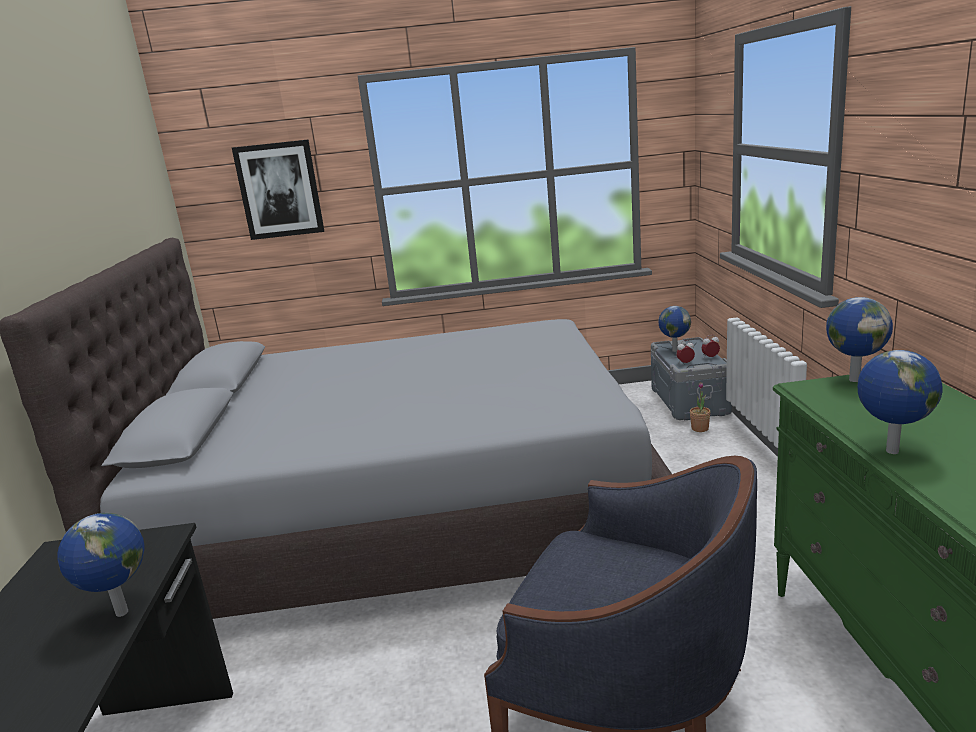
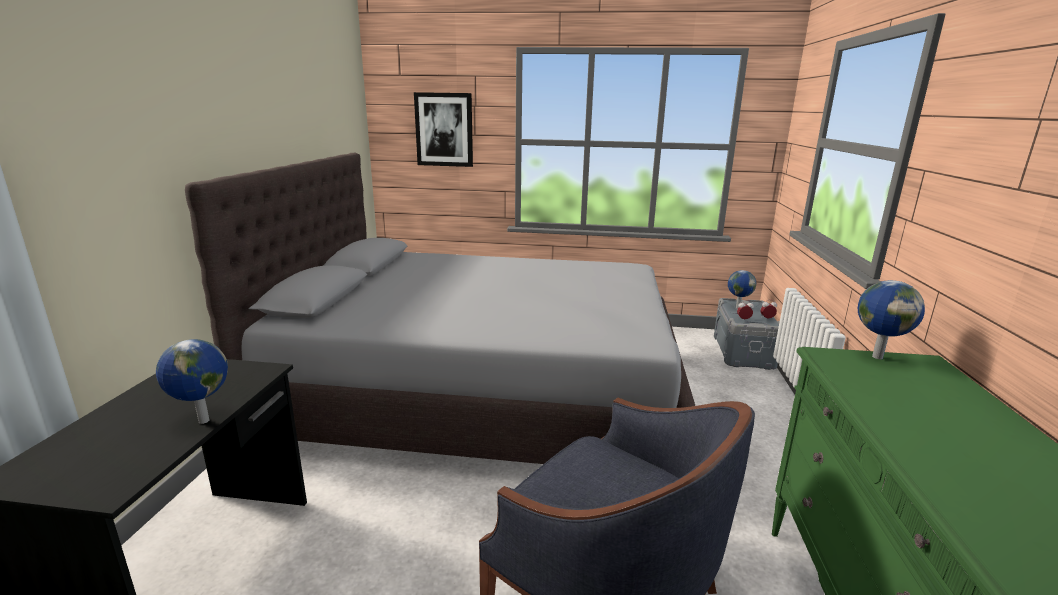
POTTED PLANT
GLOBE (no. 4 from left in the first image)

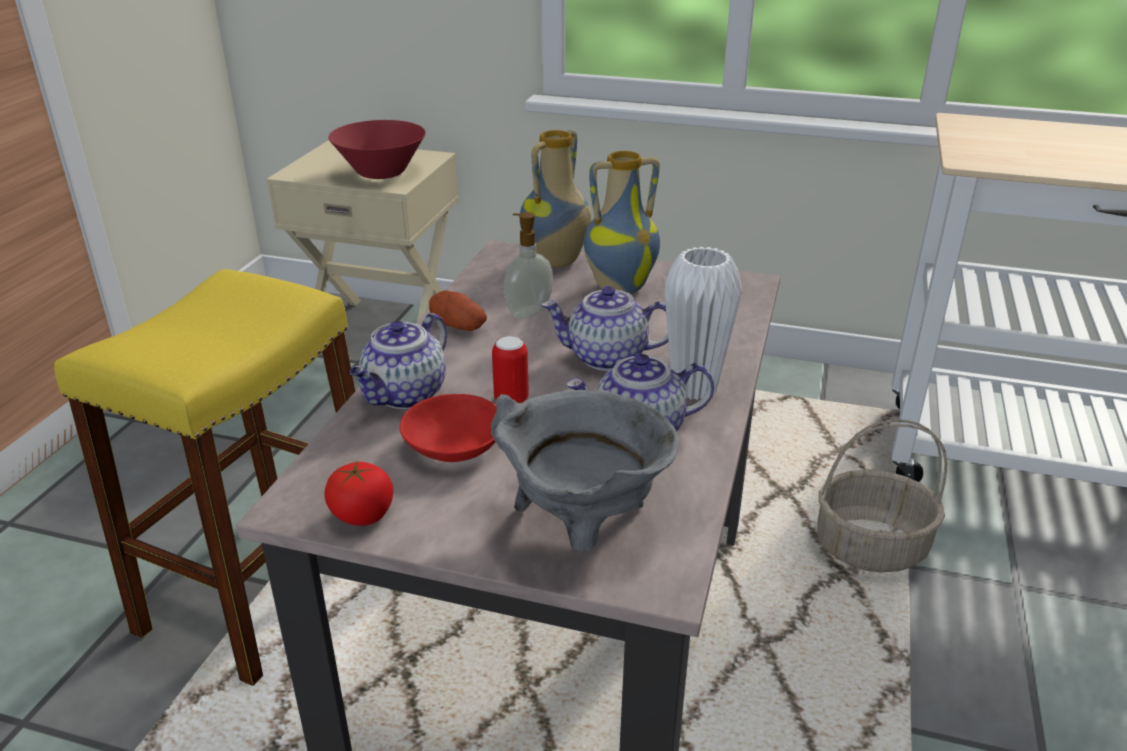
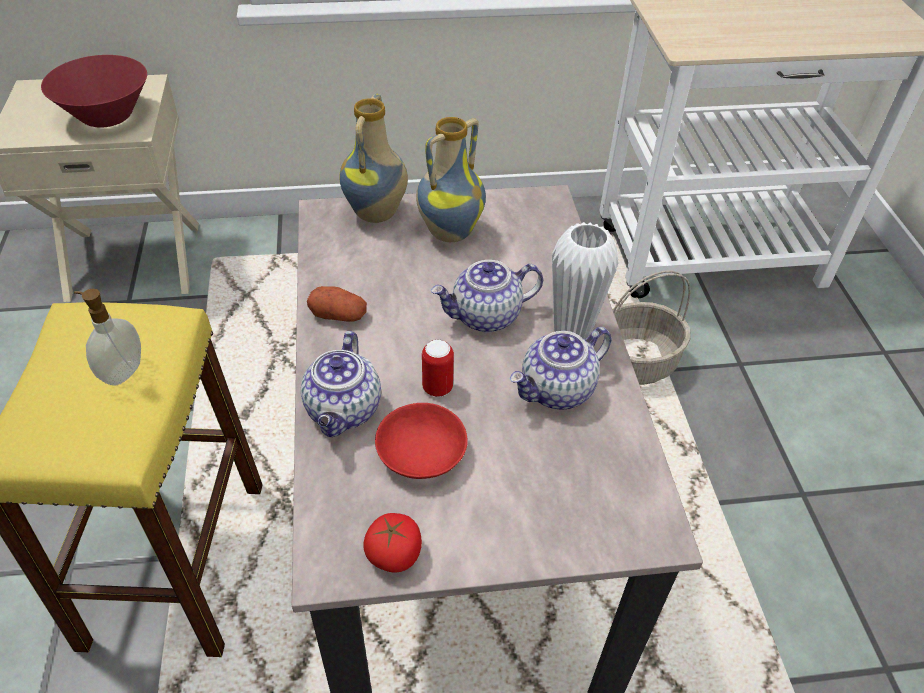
GREY COOKING POT
SOAP DISPENSER

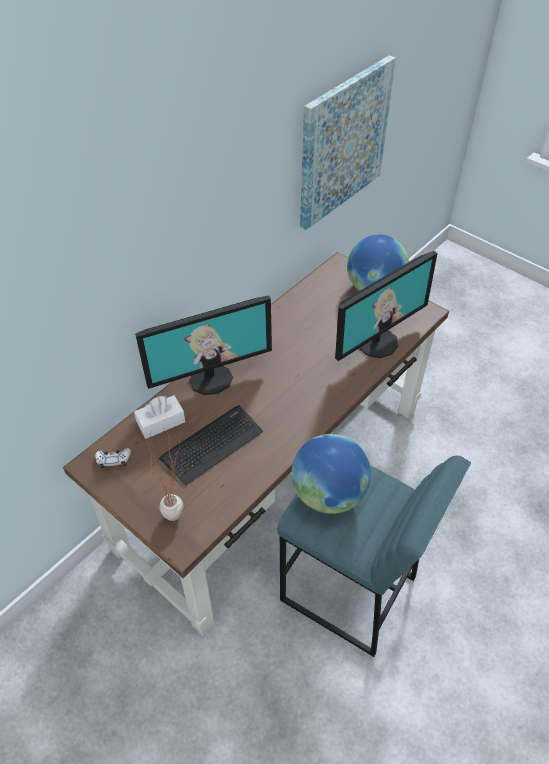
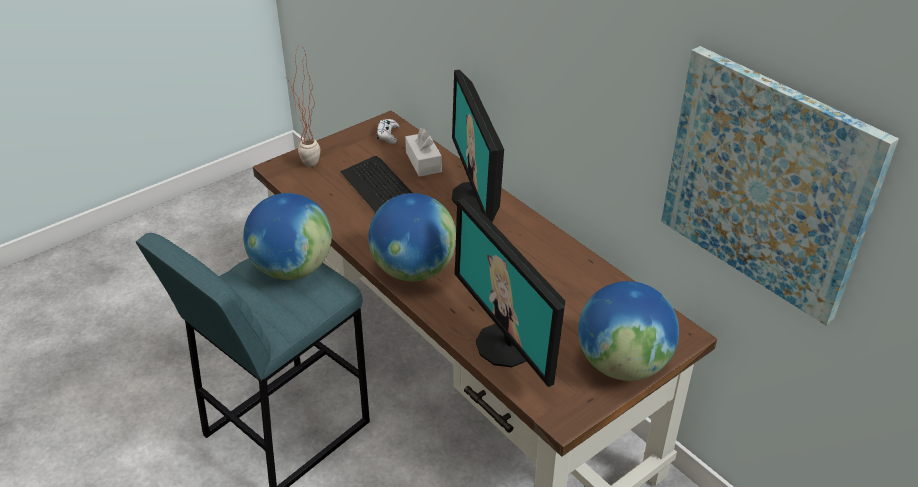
GLOBE (no. 2 from left)

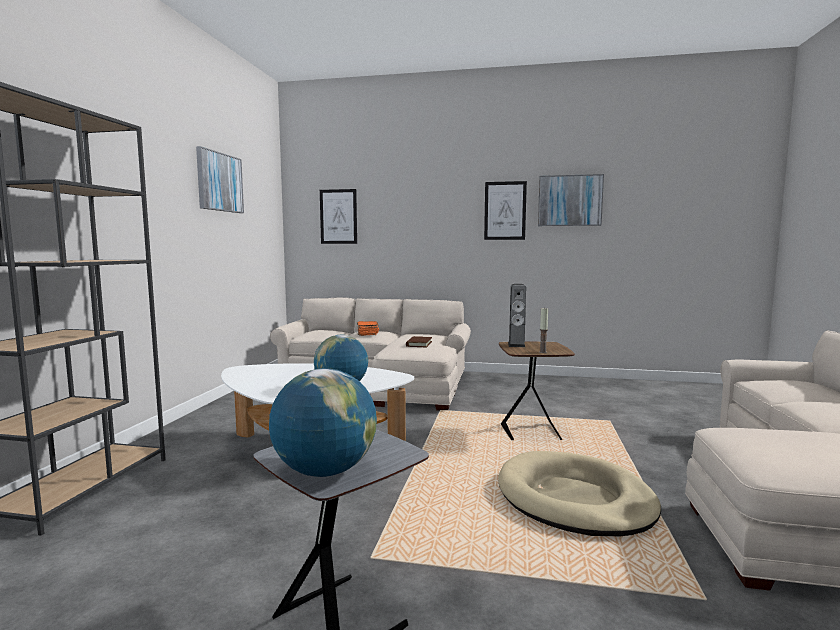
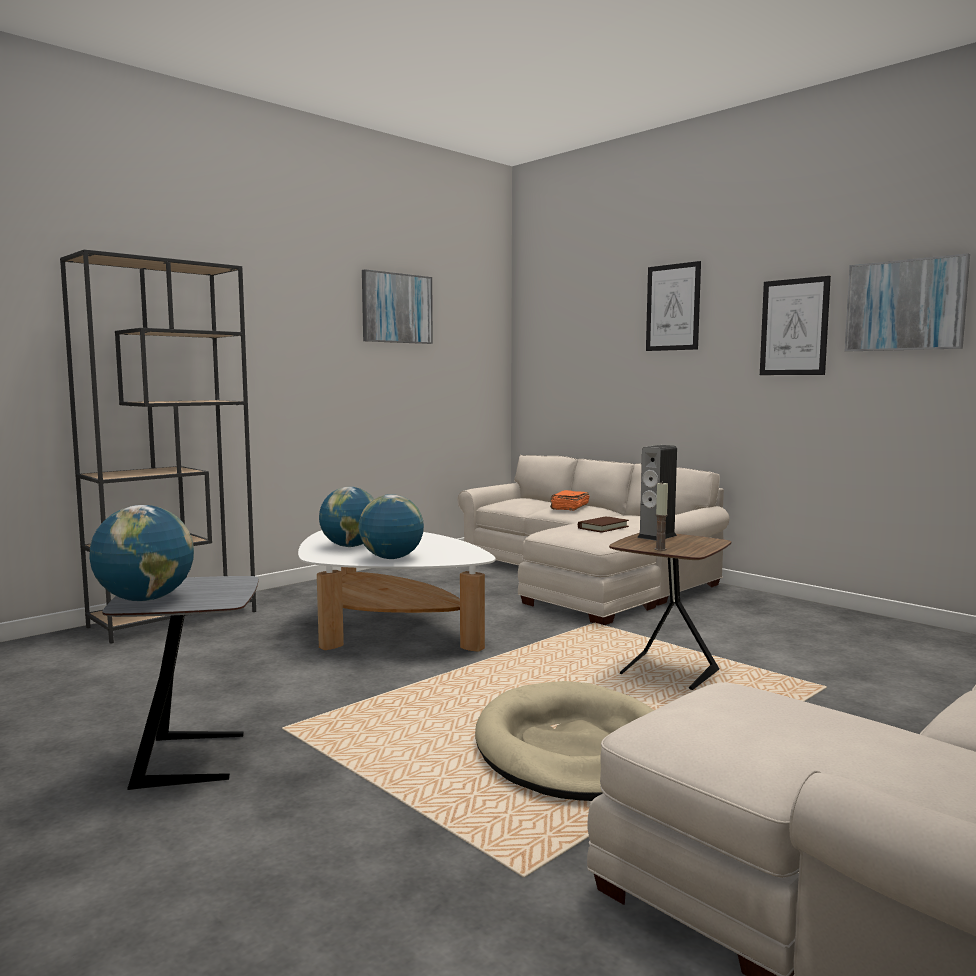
PICTURE (no. 2 from left)
GLOBE (no. 2 from left)

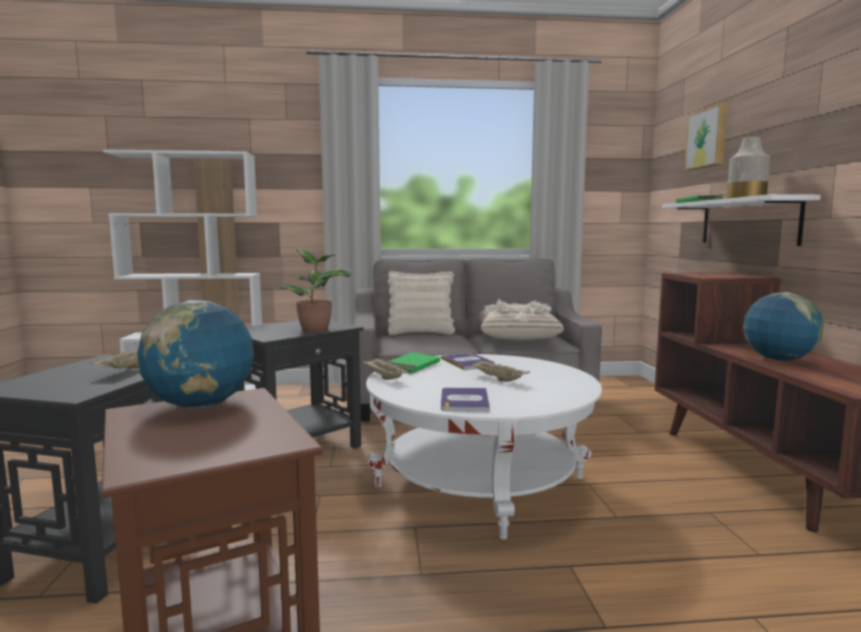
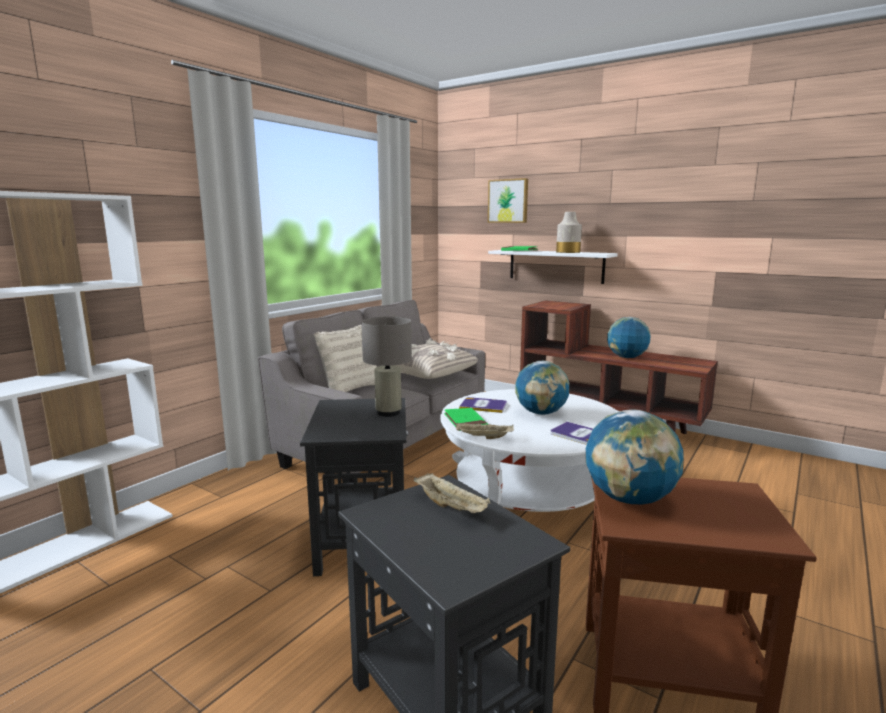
GREY TABLE LAMP
GLOBE (no. 1 from left)

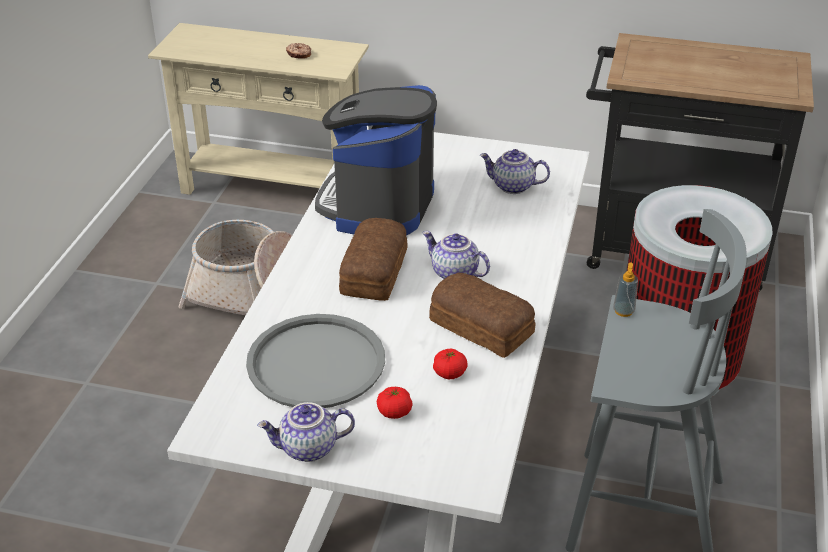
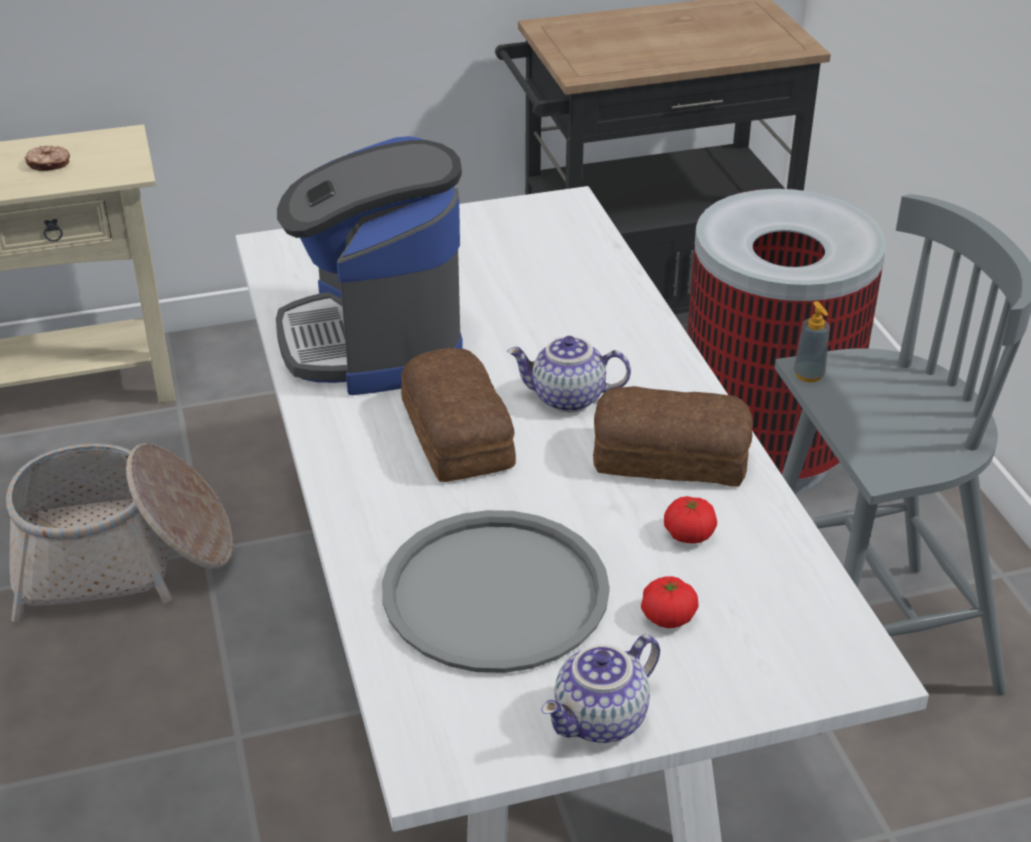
TEAPOT (no. 3 from left in the first image)

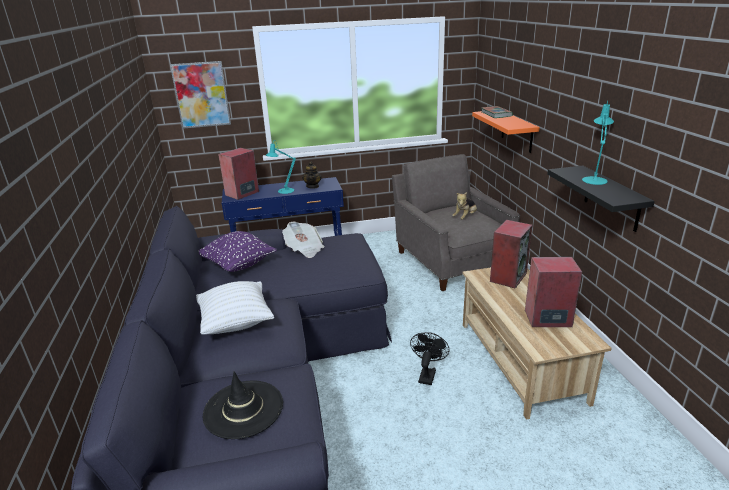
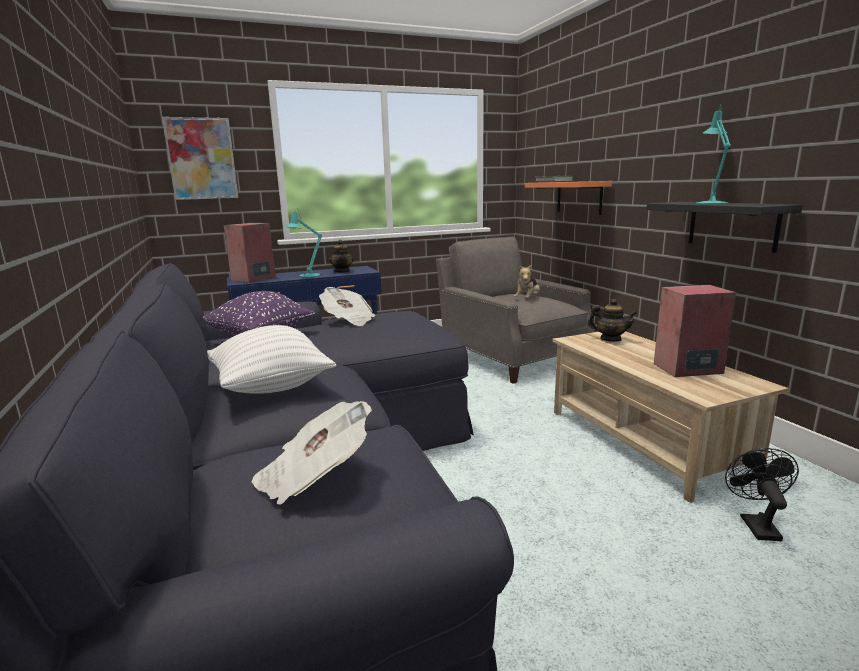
NEWSPAPER (no. 1 from left)
BLACK FAN
TEAPOT (no. 2 from left)

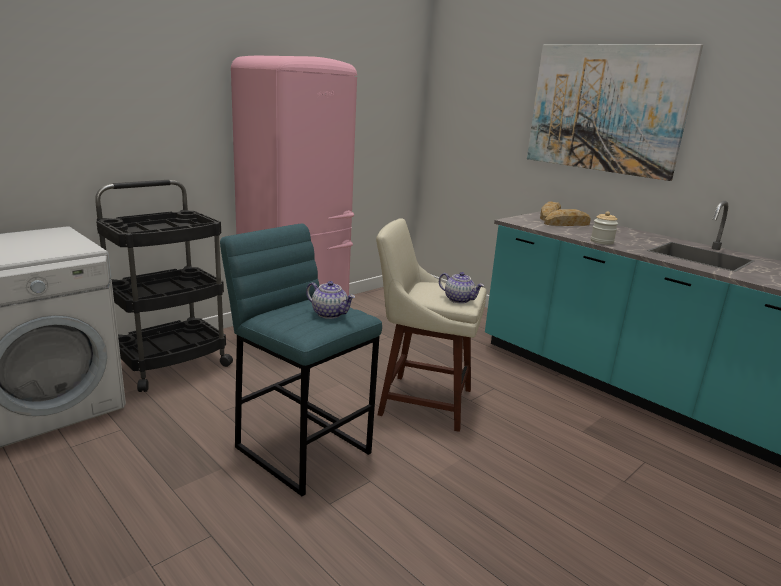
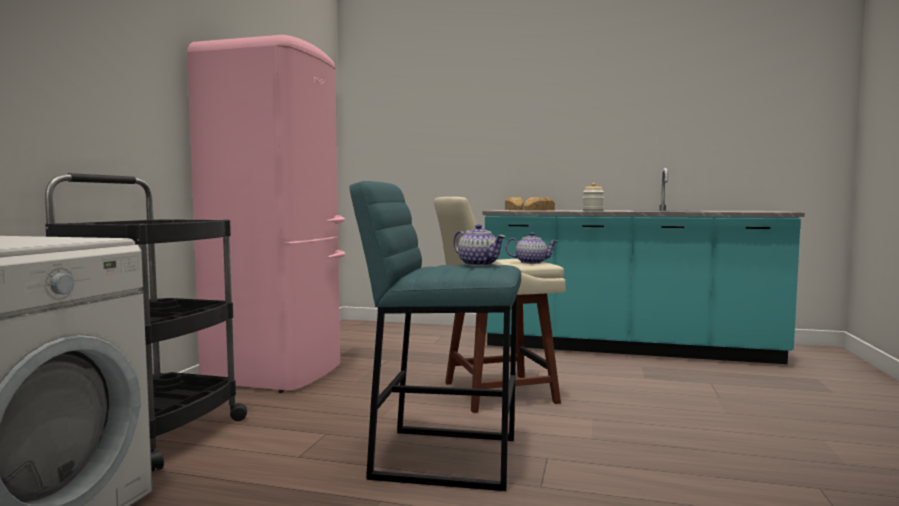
TEAPOT (no. 1 from left)
PICTURE

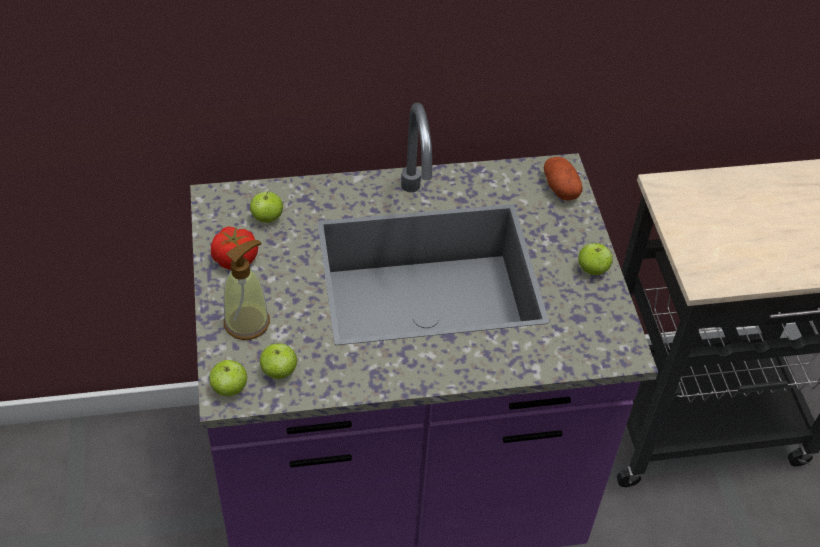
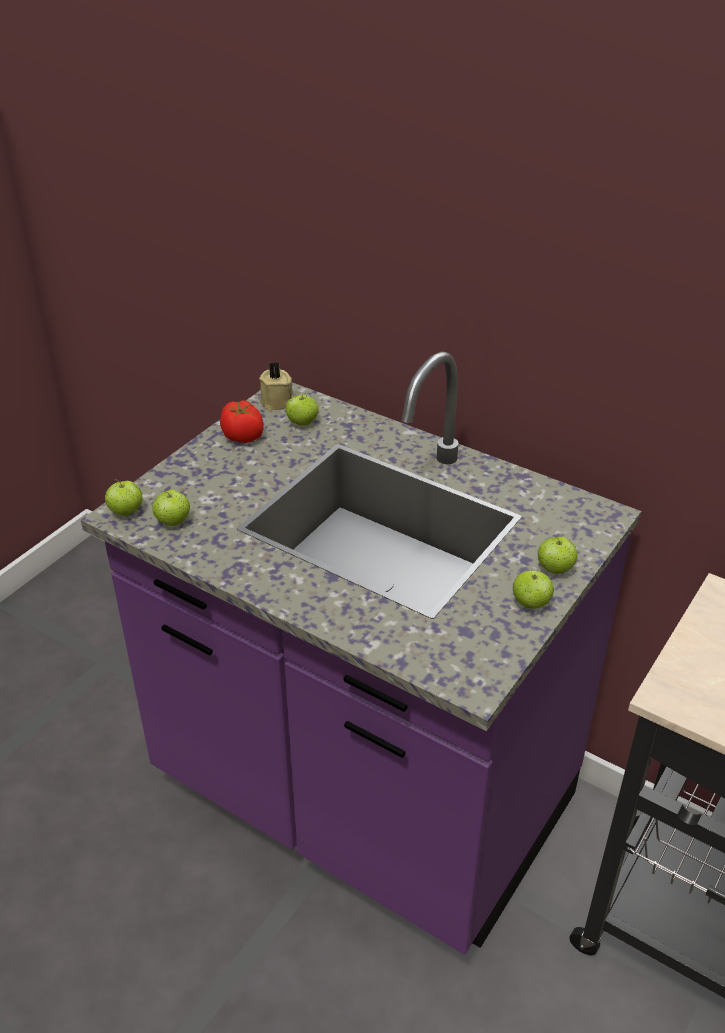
SOAP DISPENSER
POTATO
BEIGE CANDLE
APPLE (no. 5 from left)

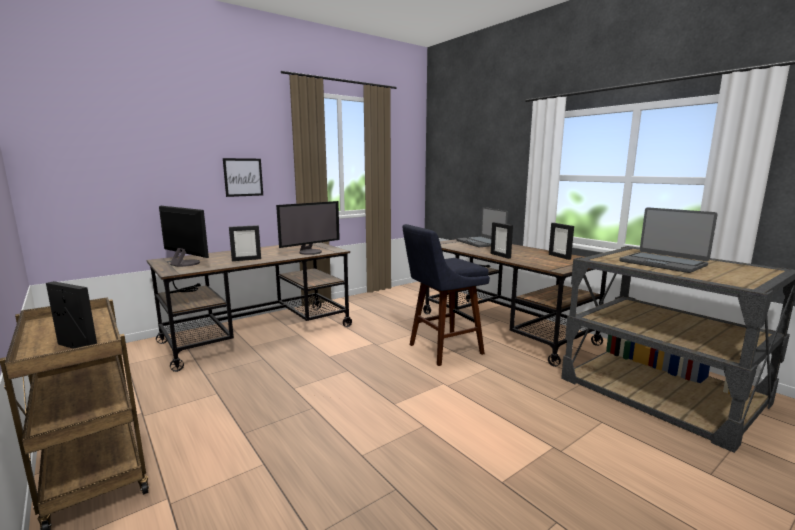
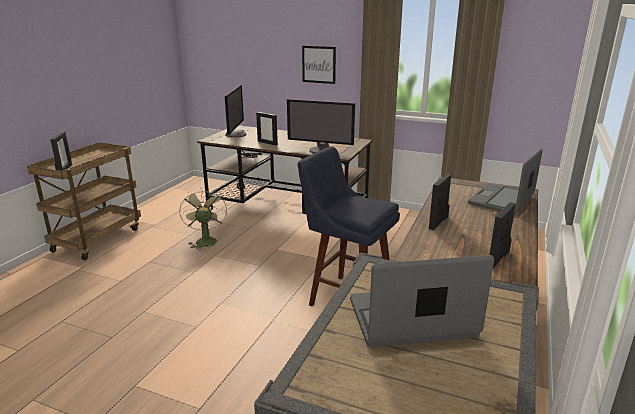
LAPTOP (no. 1 from left)
GREEN FAN

